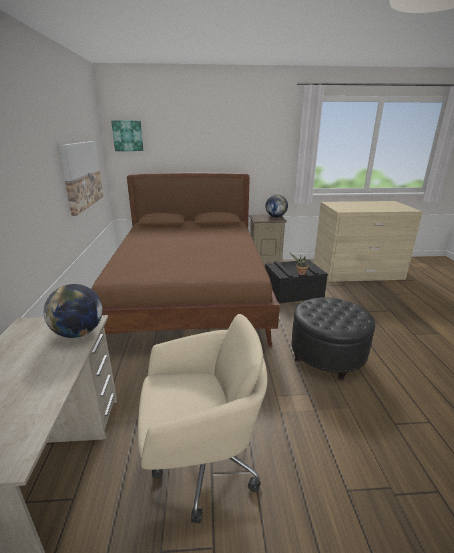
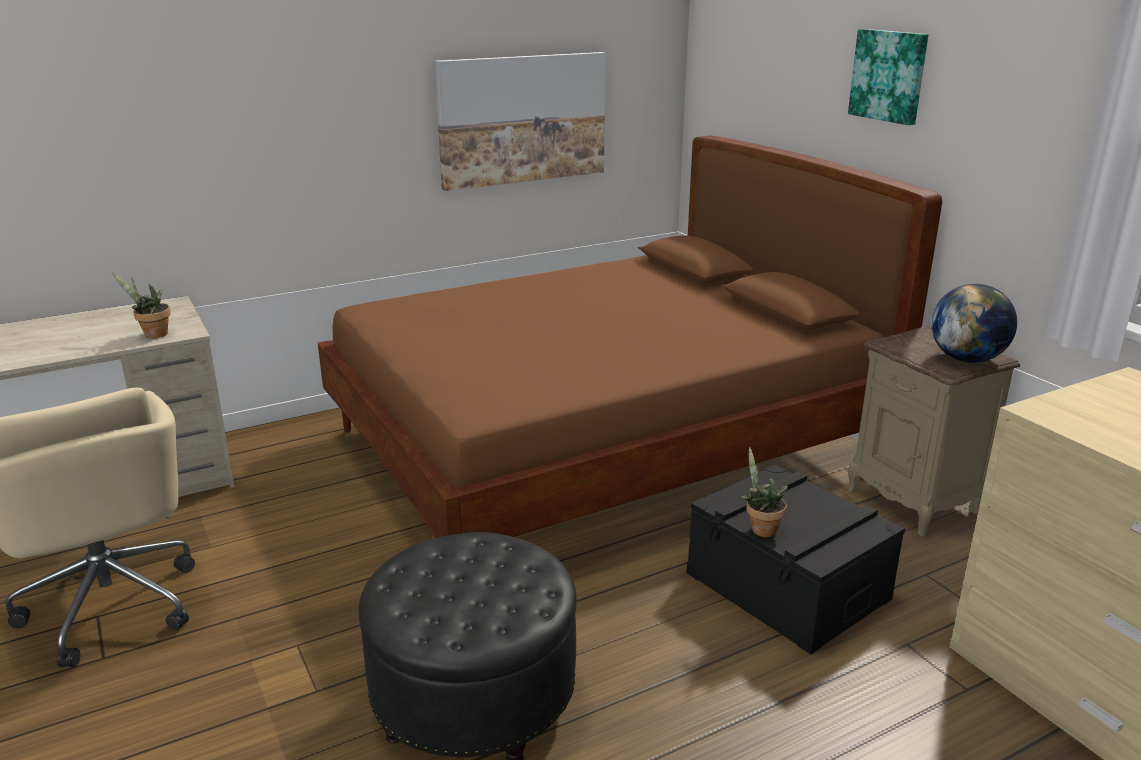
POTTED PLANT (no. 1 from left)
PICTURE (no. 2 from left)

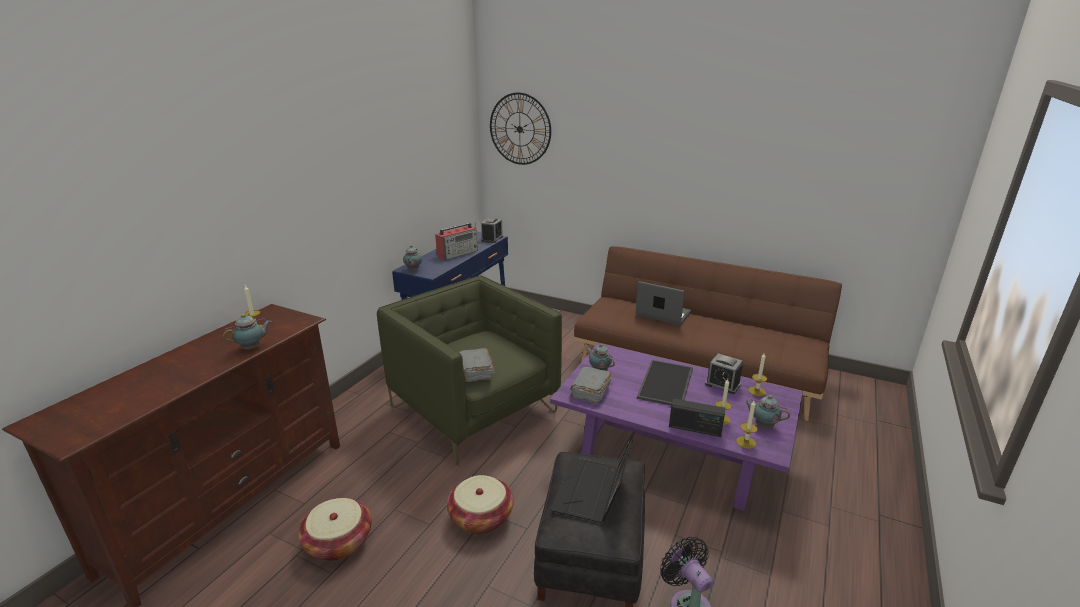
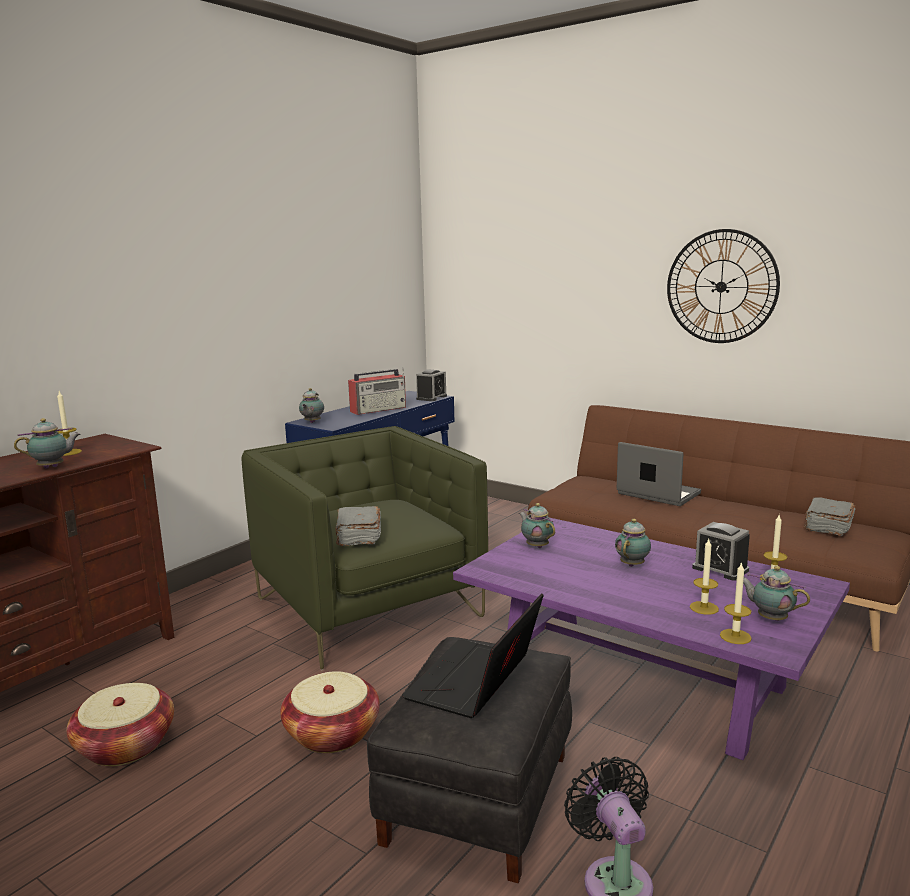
WALL CLOCK
GREY BOOK (no. 2 from left)
TEAPOT (no. 4 from left)
RADIO (no. 2 from left in the first image)

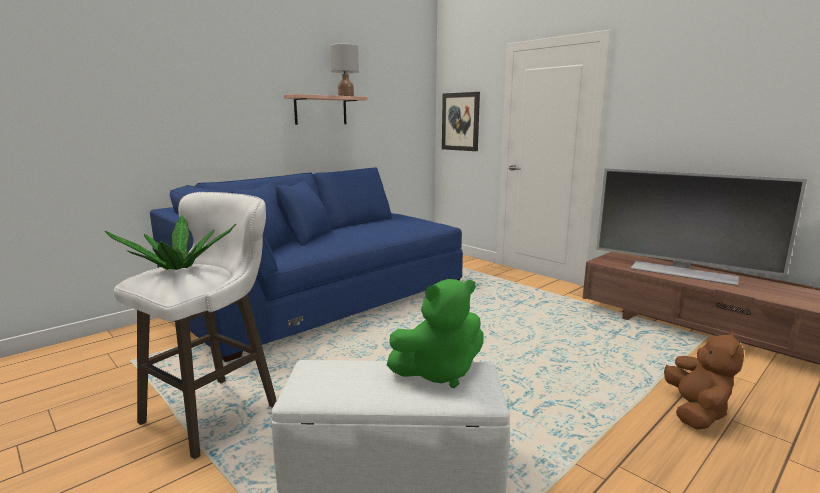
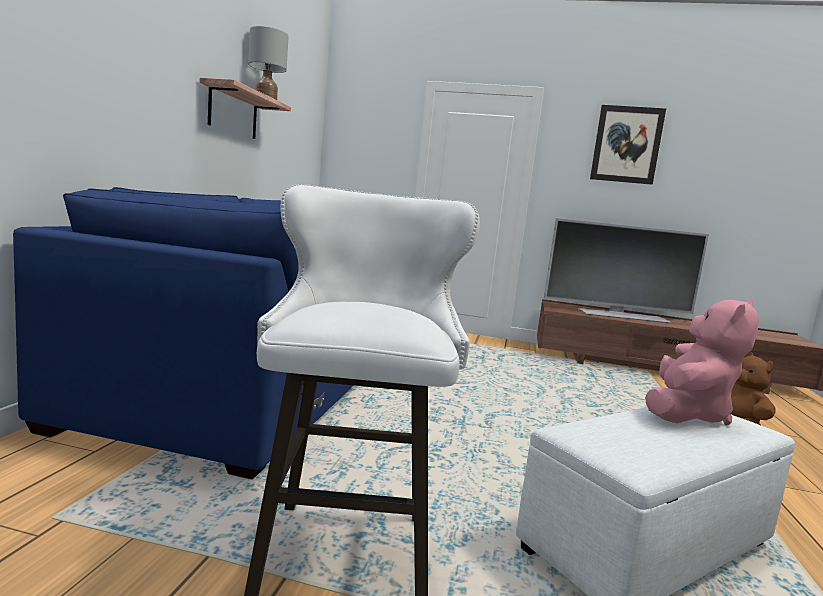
POTTED PLANT
PINK PLUSH TOY
PICTURE

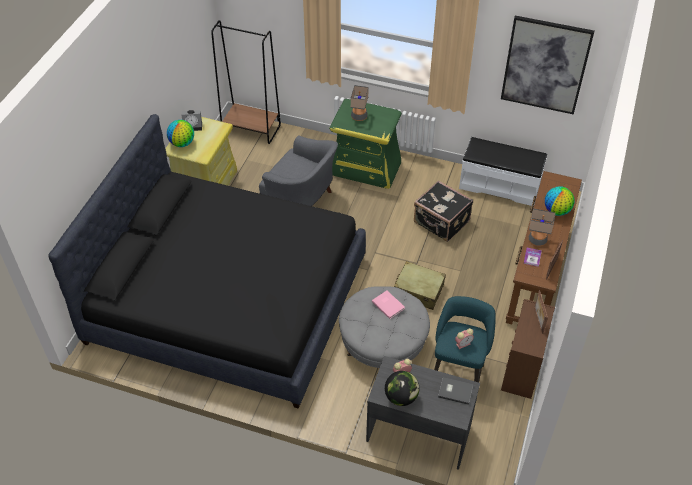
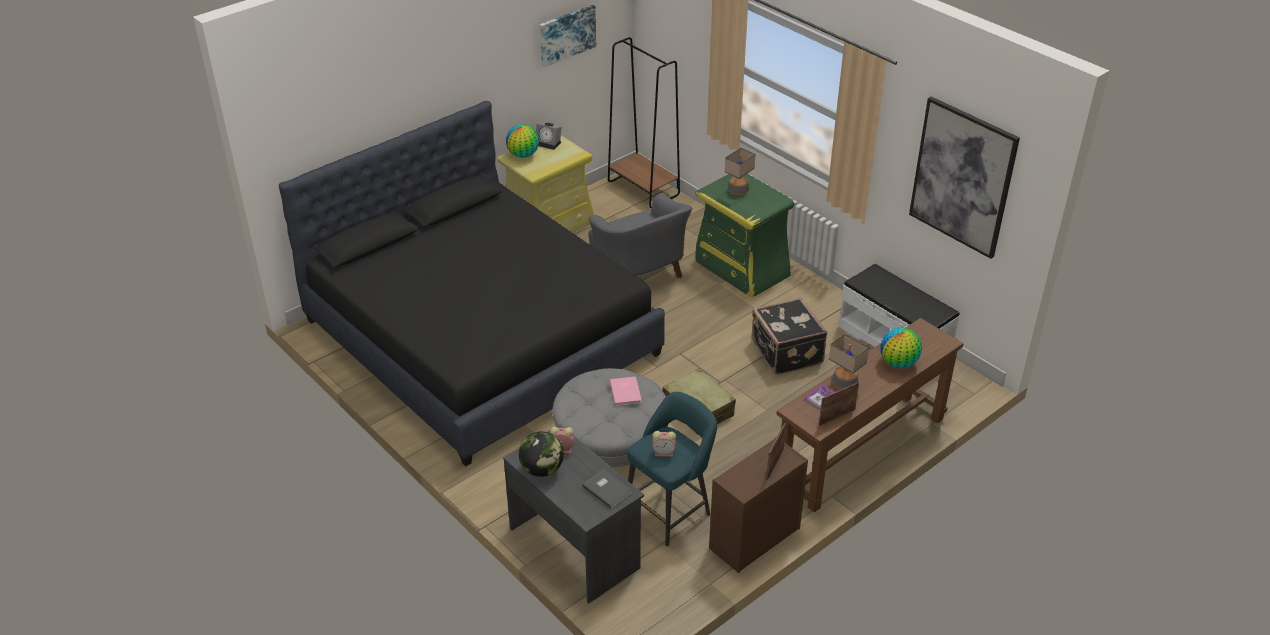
PICTURE (no. 1 from left)

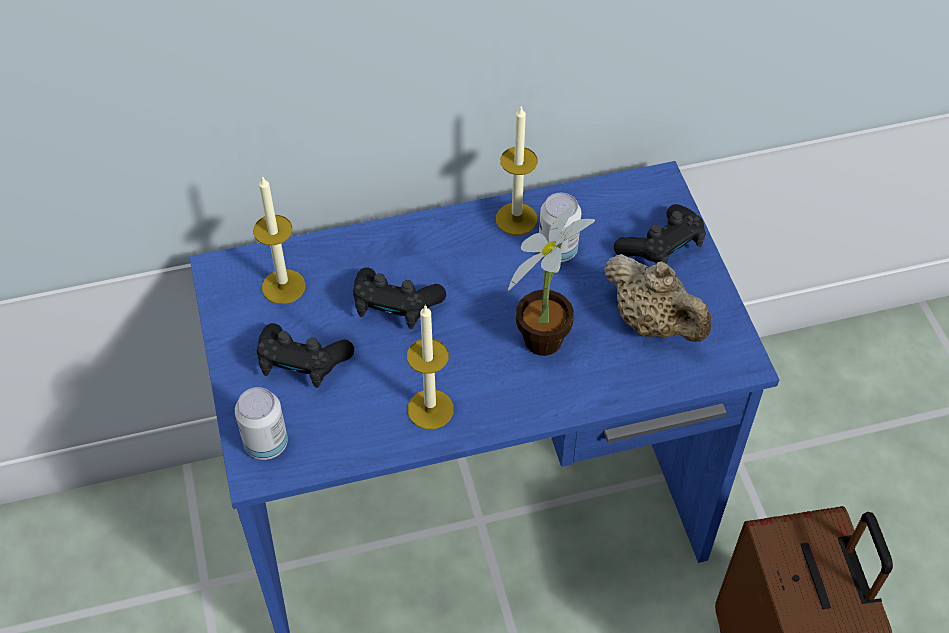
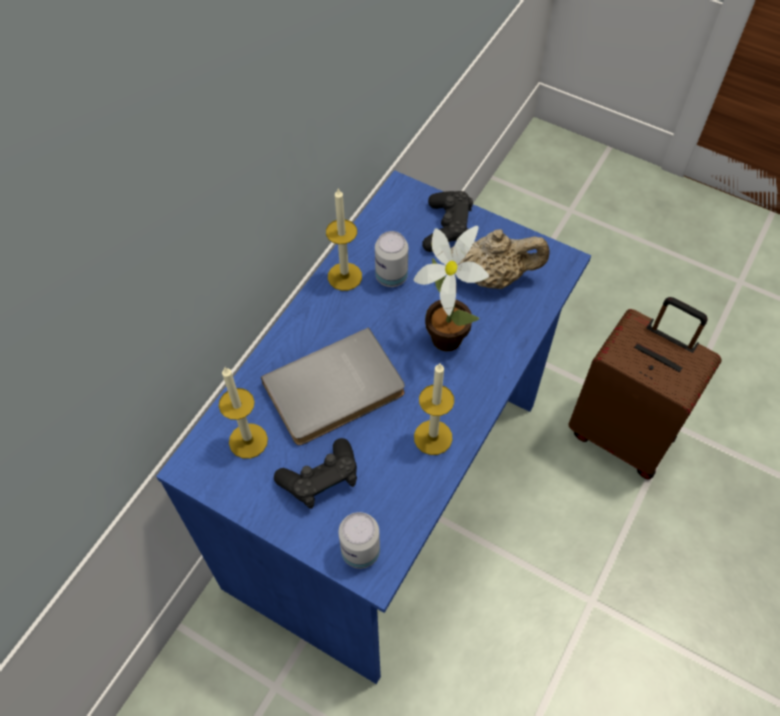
GREY BOOK

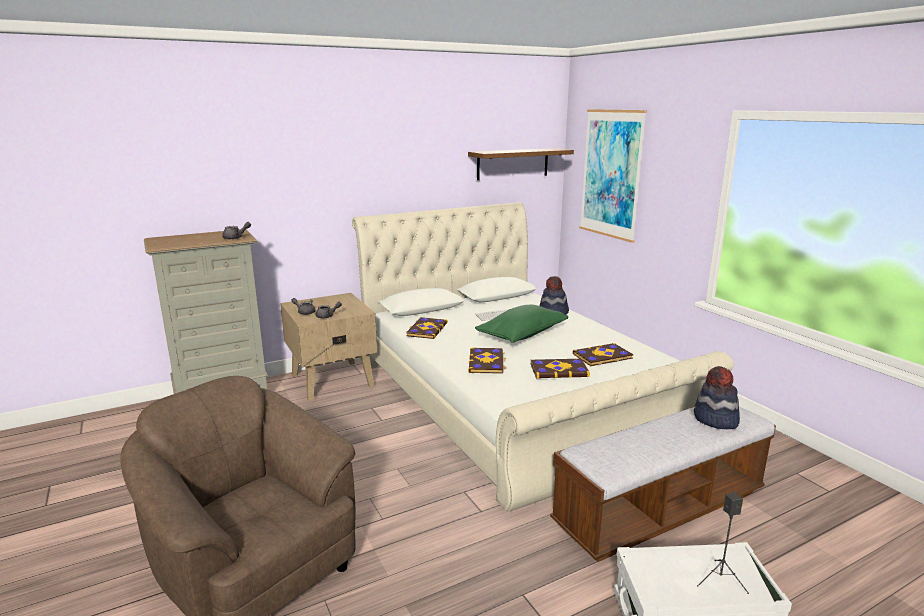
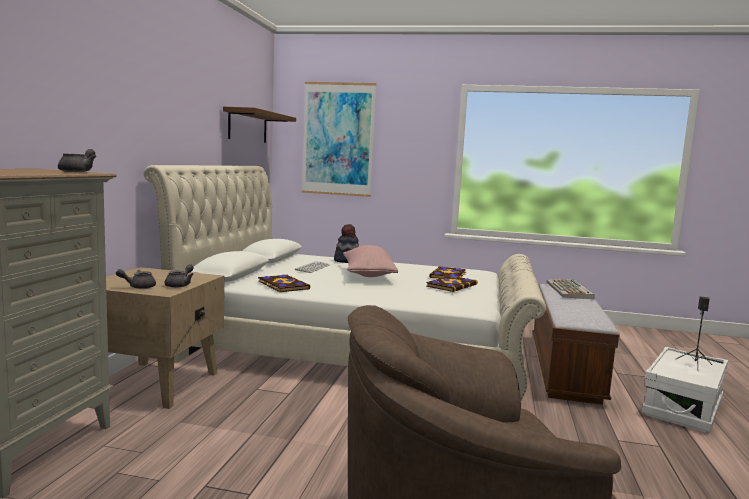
BOOK (no. 2 from left in the first image)
PINK PILLOW
KEYBOARD (no. 2 from left)

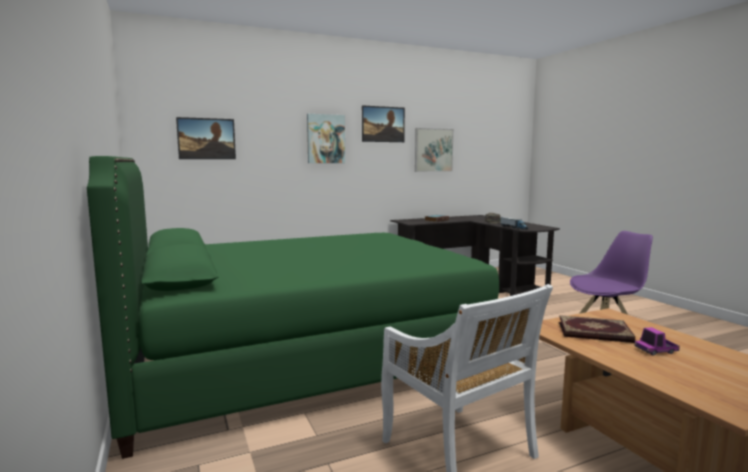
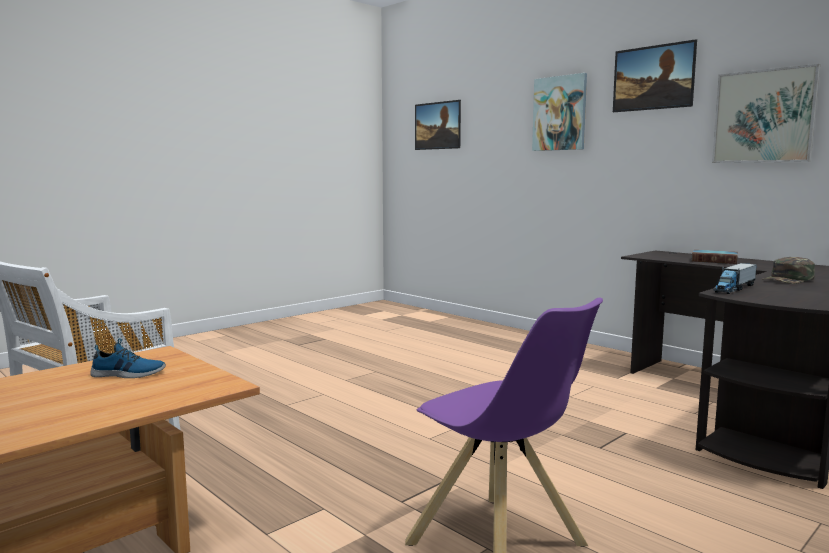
GREEN BED
SHOE
TOY TRUCK (no. 2 from left in the first image)

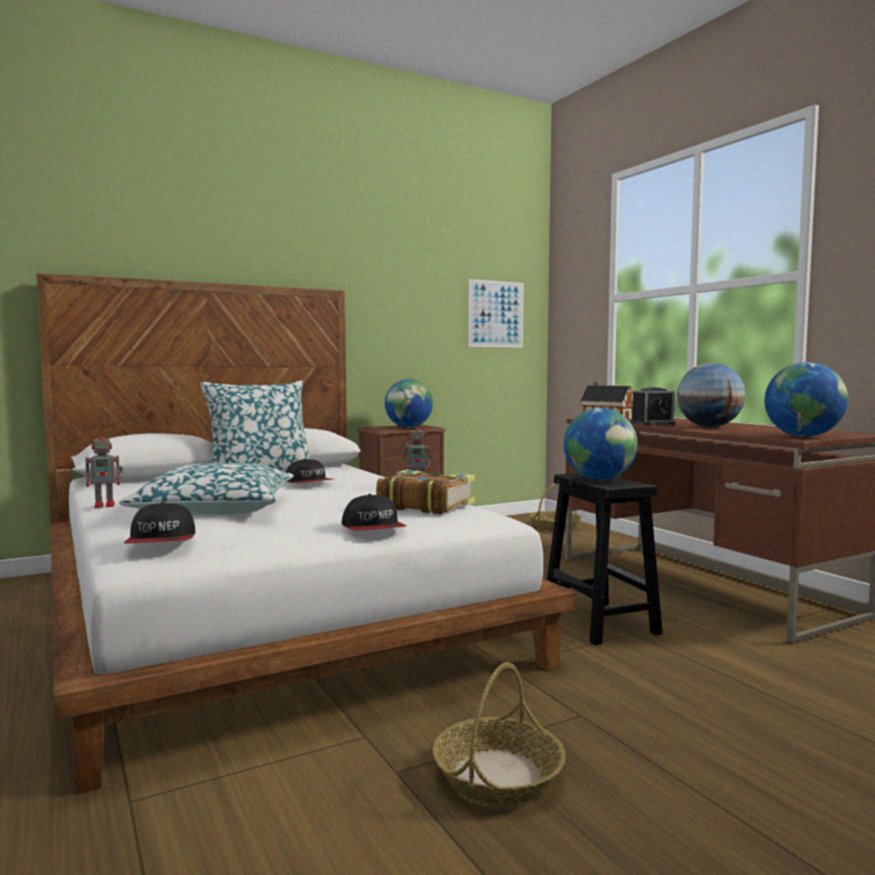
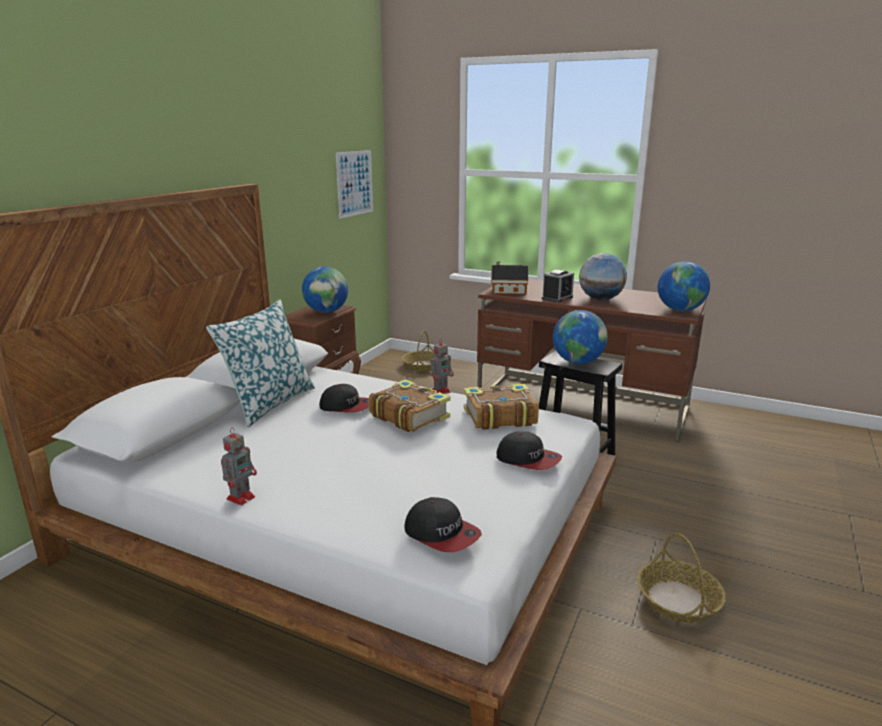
PILLOW (no. 1 from left in the first image)
BOOK (no. 1 from left)

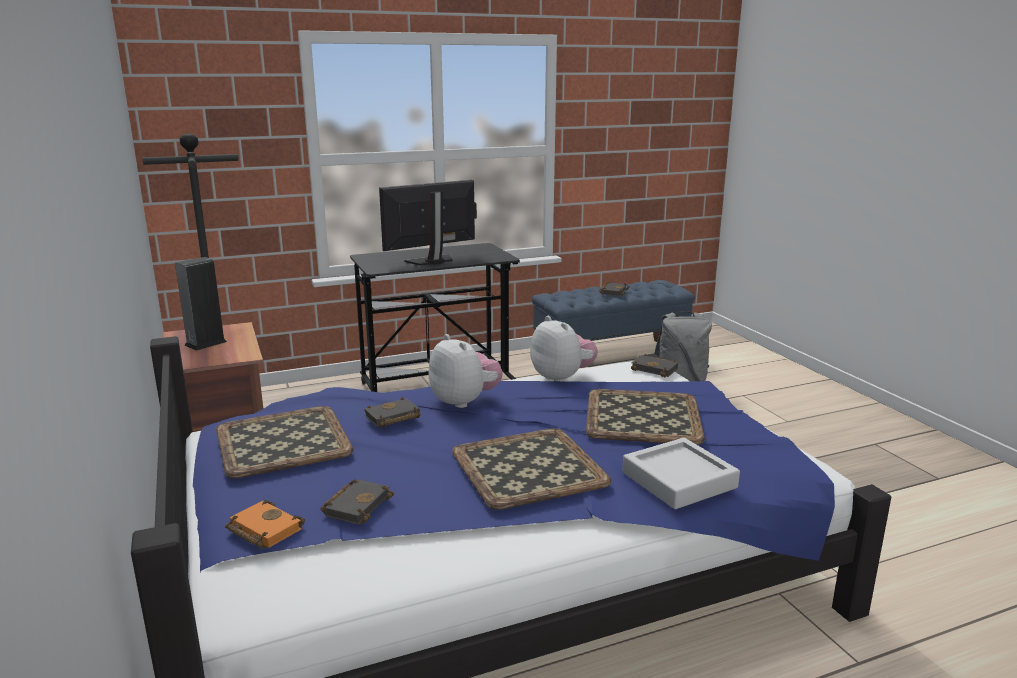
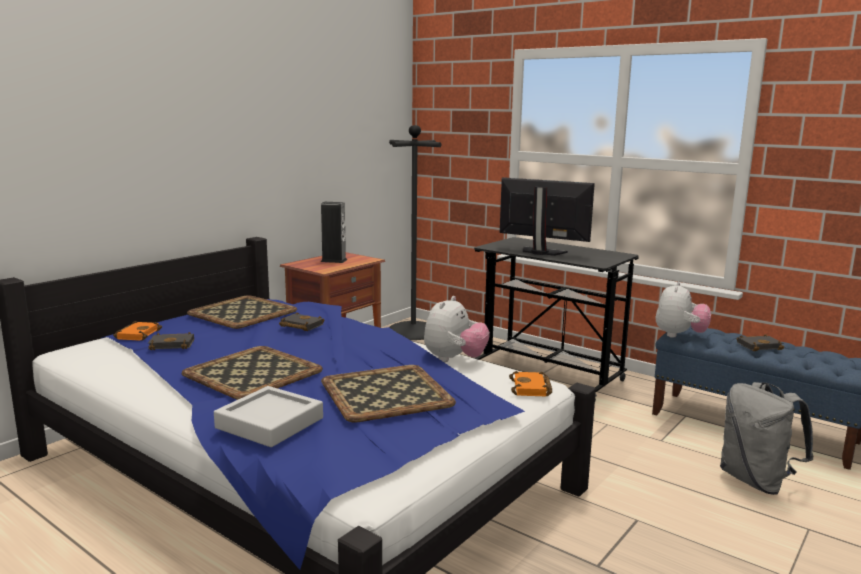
PLUSH TOY (no. 2 from left)
ORANGE BOOK (no. 2 from left)

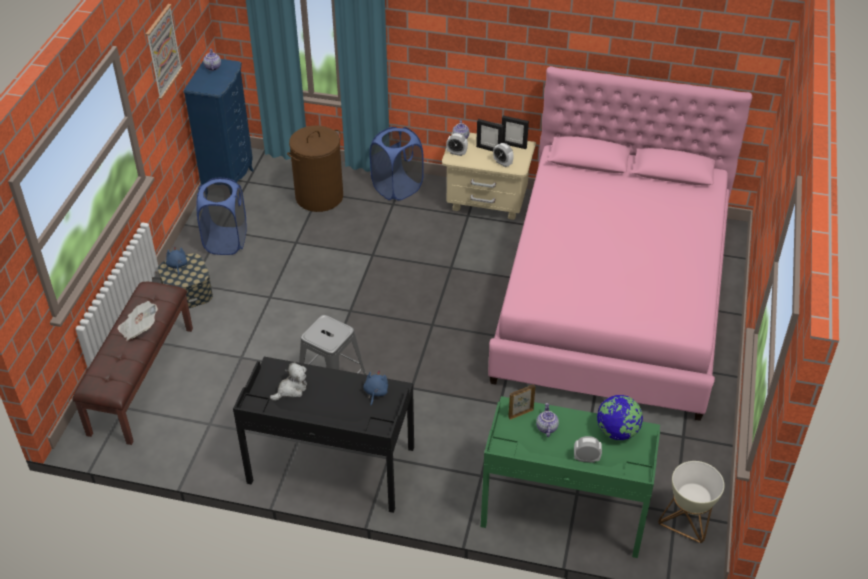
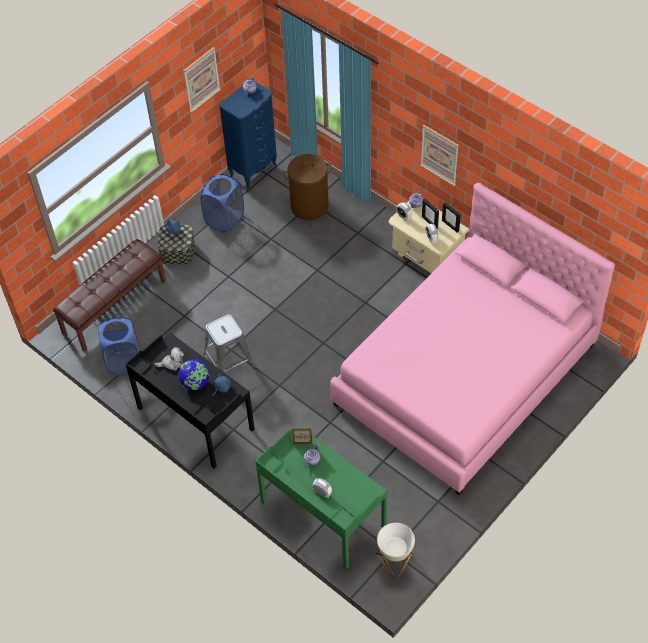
NEWSPAPER
BLUE LAUNDRY BASKET (no. 1 from left)
GLOBE
PICTURE (no. 2 from left)

